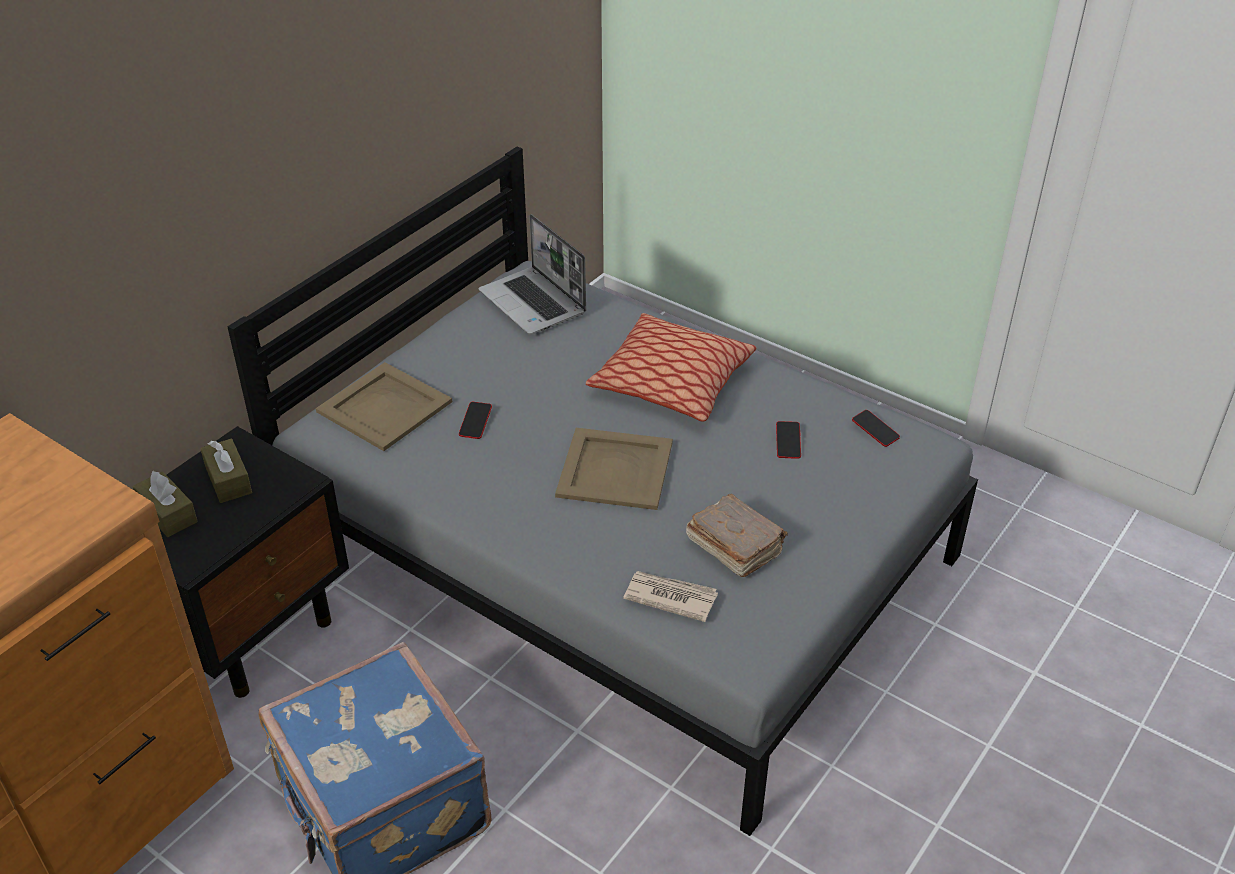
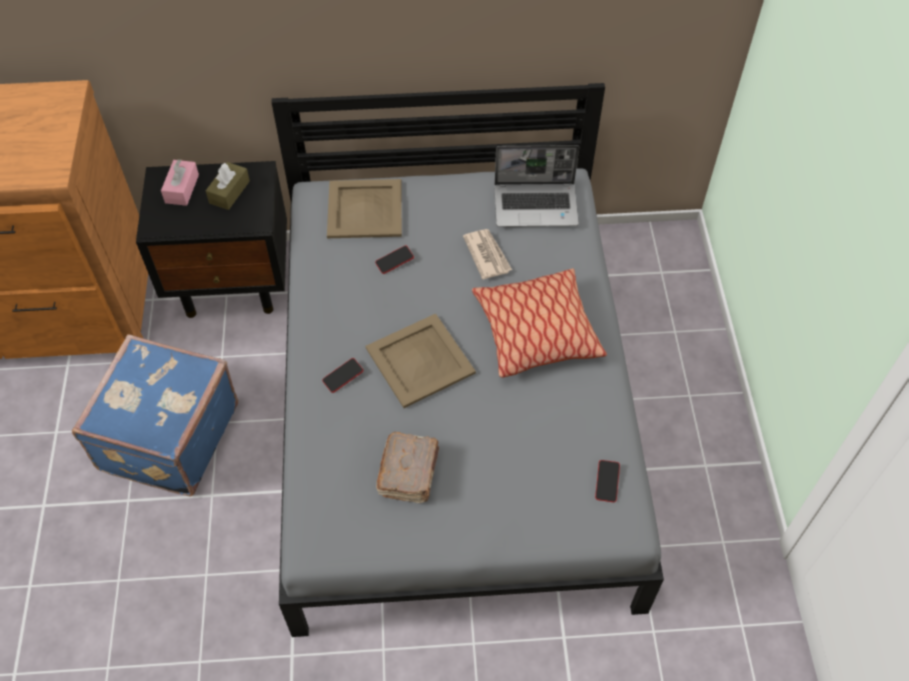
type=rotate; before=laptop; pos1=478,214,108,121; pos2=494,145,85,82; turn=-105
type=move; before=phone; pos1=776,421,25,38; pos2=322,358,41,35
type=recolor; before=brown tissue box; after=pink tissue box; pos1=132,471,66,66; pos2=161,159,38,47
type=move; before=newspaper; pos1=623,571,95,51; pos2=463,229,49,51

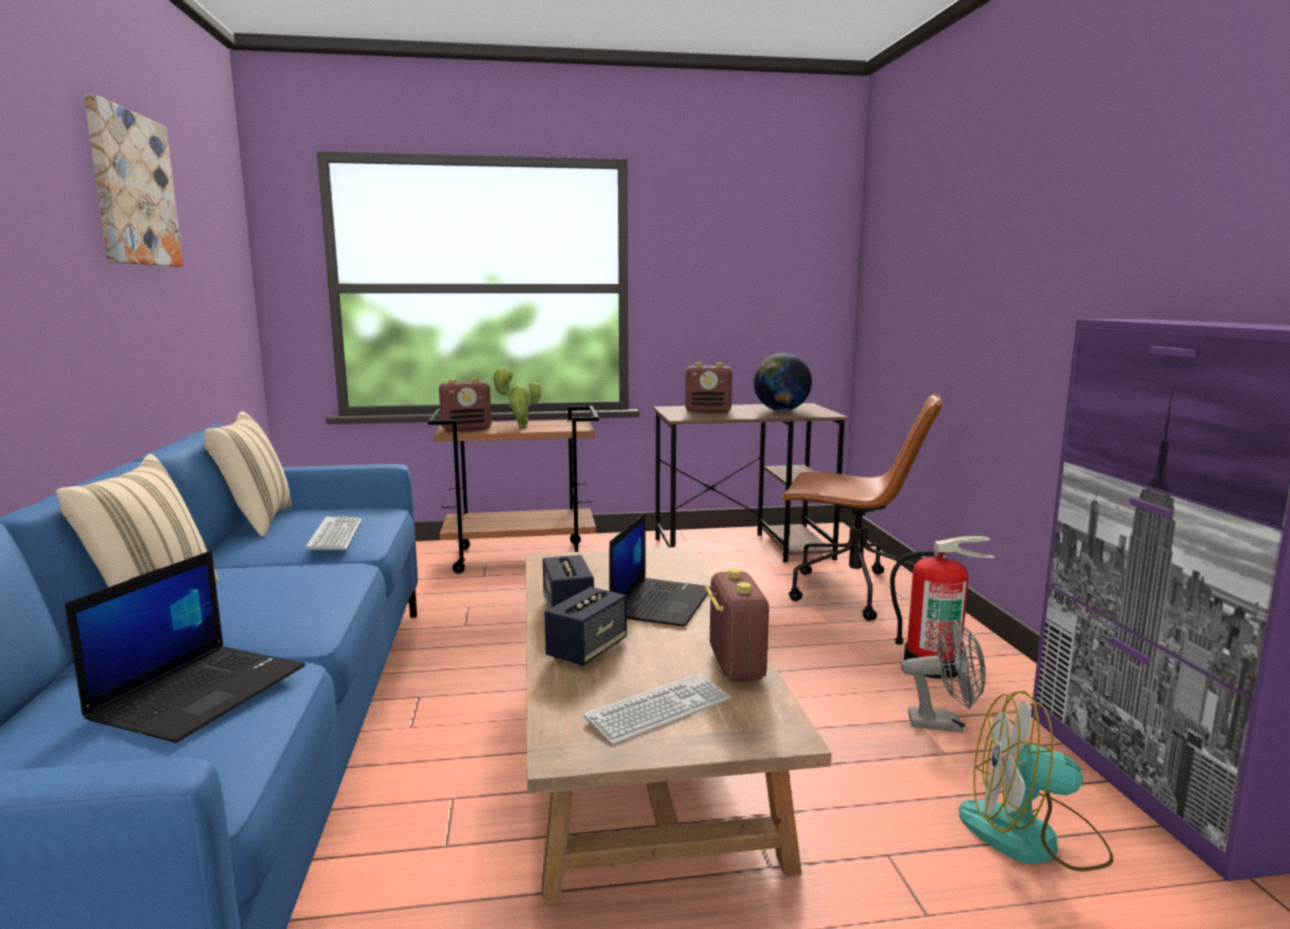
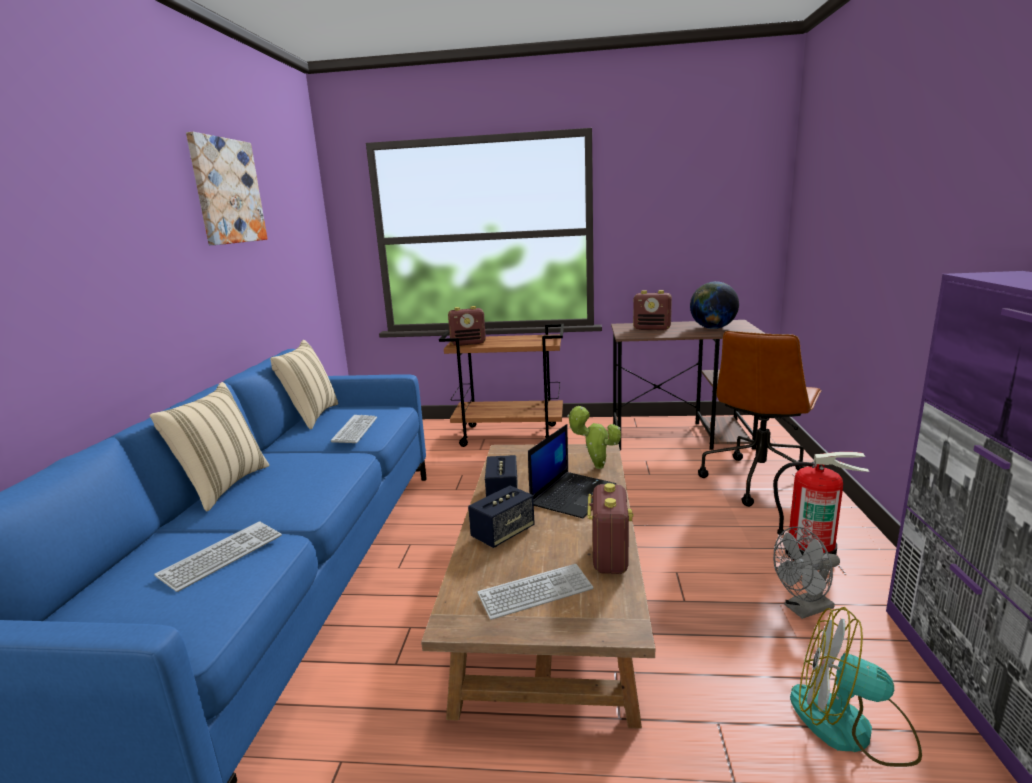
type=move; before=potted plant; pos1=492,367,49,60; pos2=567,406,54,63
type=rotate; before=brown office chair; pos1=781,394,161,227; pos2=698,331,124,176; turn=90
type=replace; before=laptop; after=keyboard; pos1=65,550,240,193; pos2=154,521,128,71
type=rotate; before=grey fan; pos1=901,620,85,113; pos2=773,527,67,92; turn=135

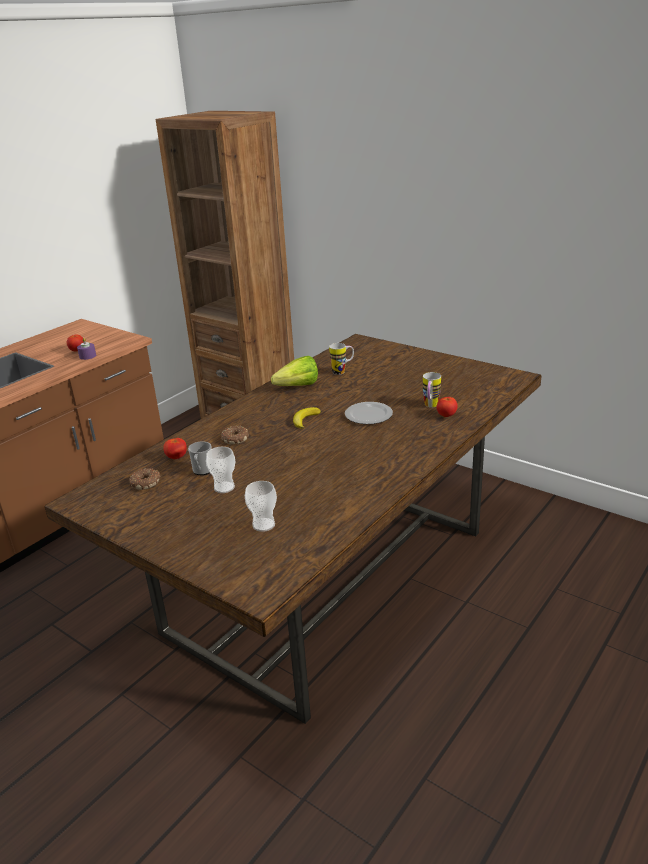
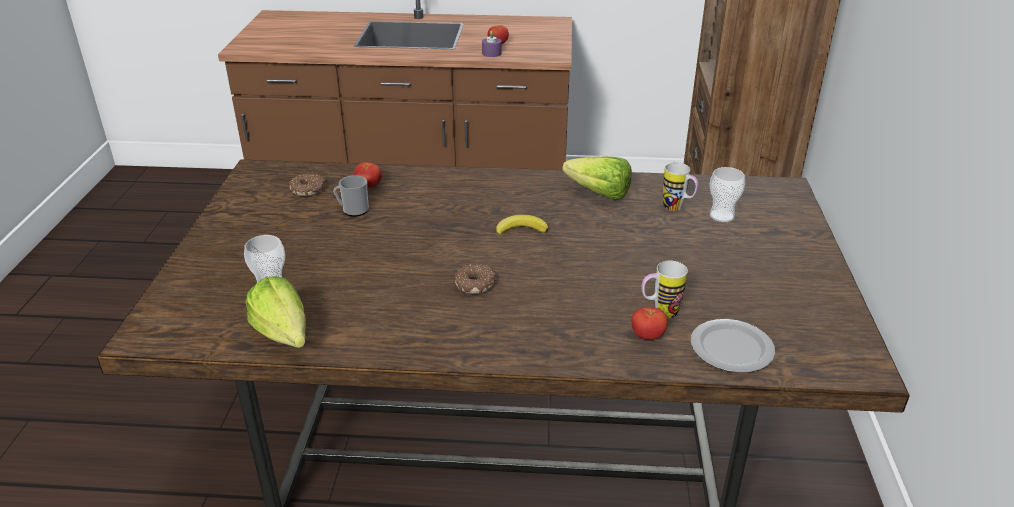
type=move; before=plate; pos1=345,402,48,22; pos2=691,319,84,54
type=move; before=donut; pos1=221,426,28,18; pos2=455,264,41,30
type=move; before=cup; pos1=206,447,29,46; pos2=709,167,36,55
type=insert; after=lettuce; pos2=245,276,61,72

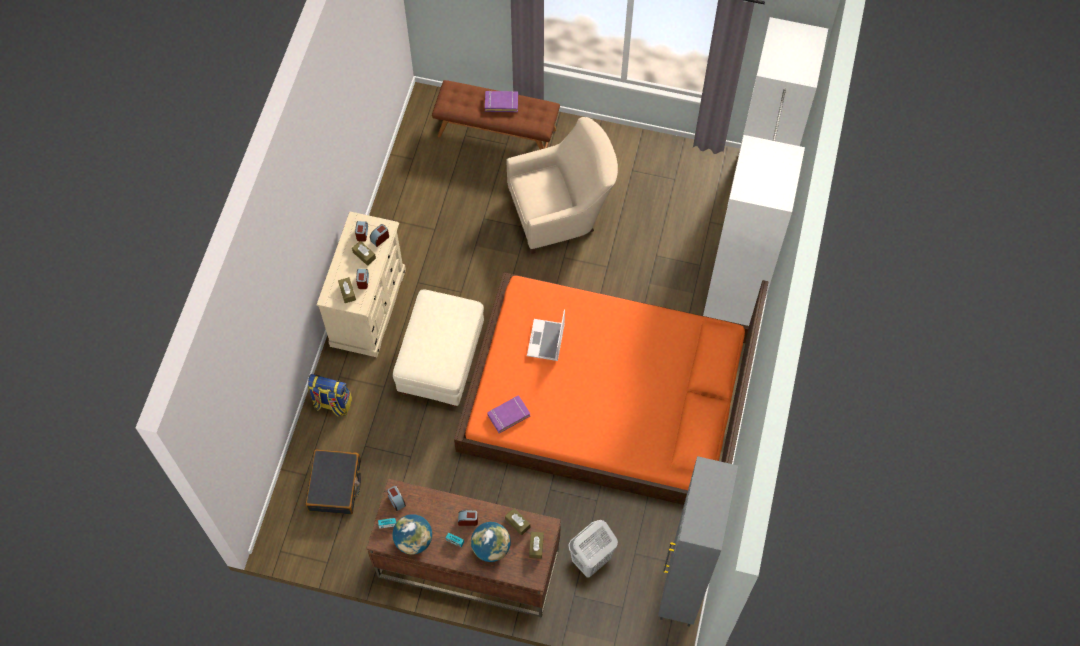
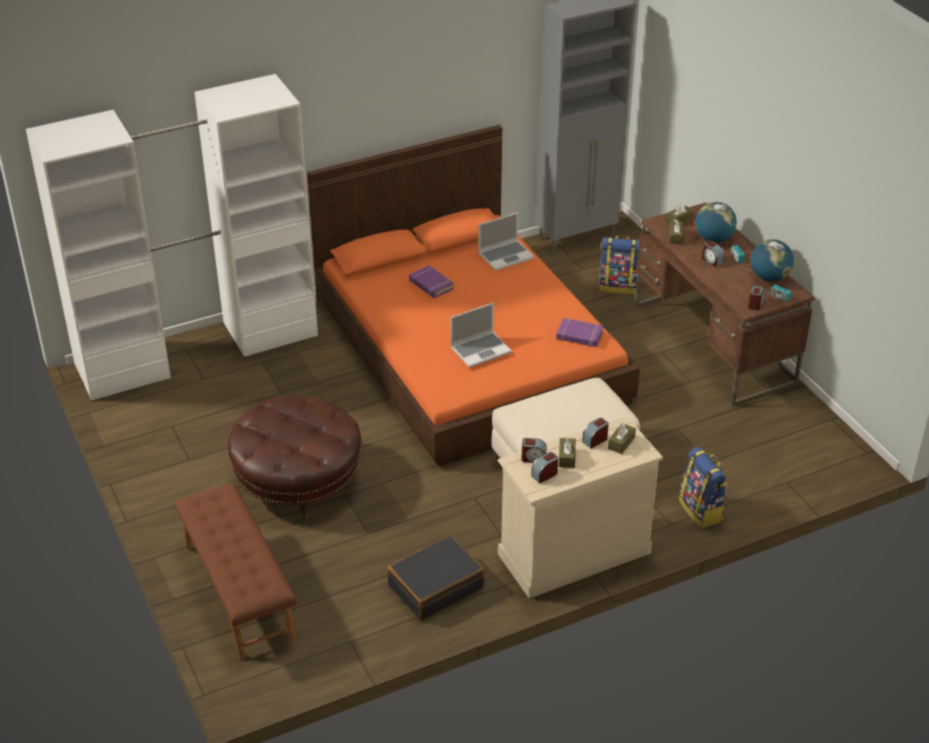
type=move; before=purple book; pos1=485,90,33,22; pos2=409,265,45,33
type=replace; before=beige armchair; after=brown ottoman; pos1=506,117,112,137; pos2=228,395,133,124
type=move; before=black suitcase; pos1=305,449,56,65; pos2=387,535,98,85
type=replace; before=white laundry basket; after=backpack; pos1=568,520,50,57; pos2=599,235,40,59
type=insert; after=laptop; pos2=478,212,56,59

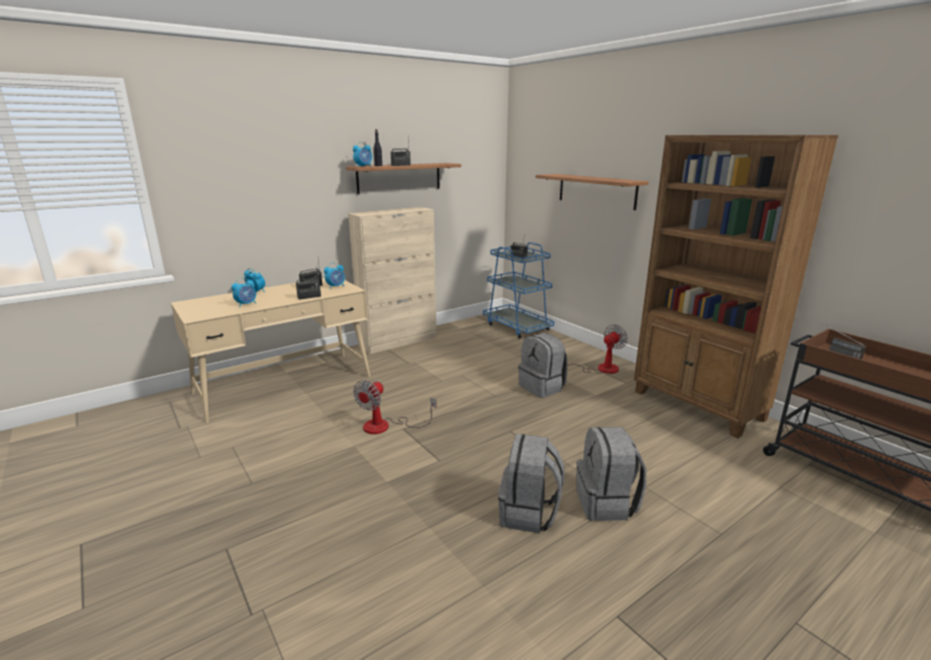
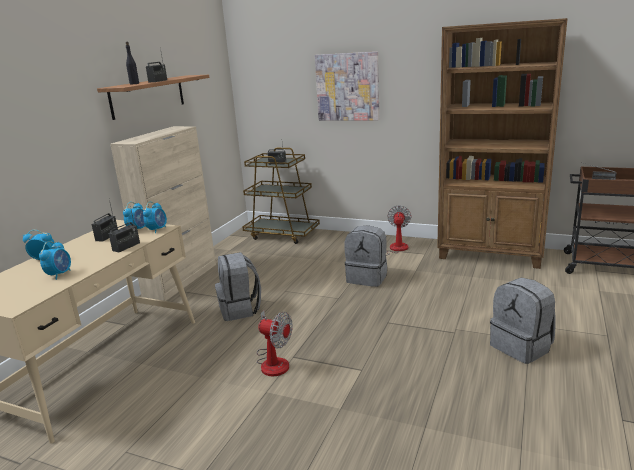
type=move; before=alarm clock; pos1=353,142,19,24; pos2=143,202,24,31
type=replace; before=shelf; after=picture; pos1=536,174,113,36; pos2=315,51,64,69
type=recolor; before=blue cart; after=brown cart; pos1=483,242,71,97; pos2=242,148,78,96
type=rotate; before=fan; pos1=353,380,84,54; pos2=257,311,36,66; turn=-60
type=move; before=grey backpack; pos1=498,434,66,99; pos2=215,252,46,69

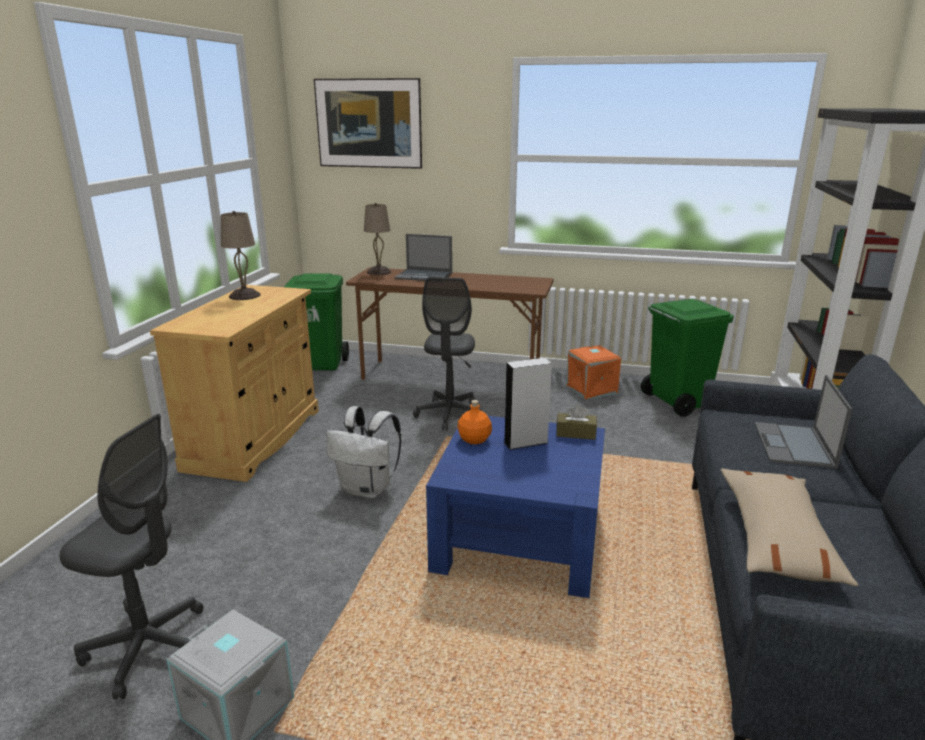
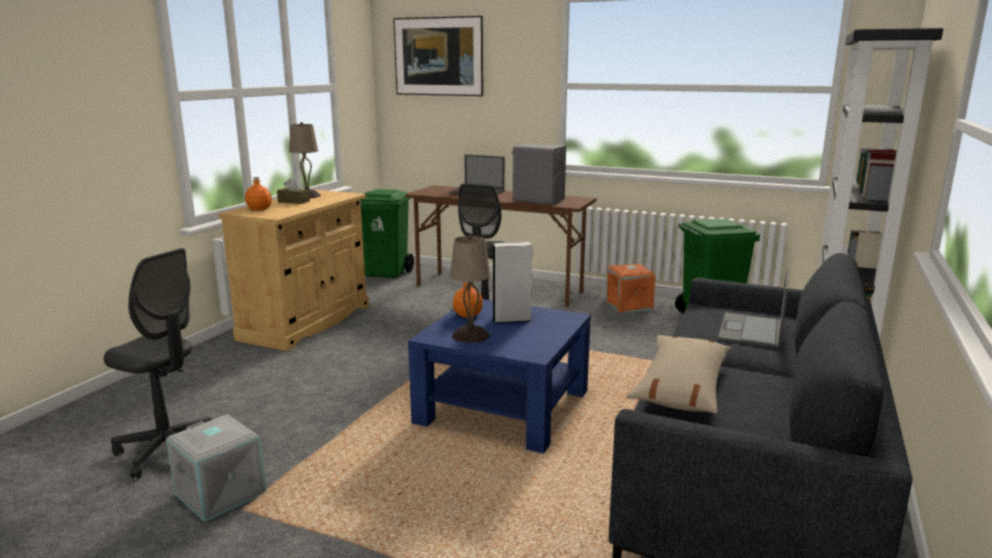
type=move; before=beige table lamp; pos1=364,203,27,72; pos2=450,236,40,107
type=move; before=brown tissue box; pos1=556,404,41,36; pos2=277,178,33,26
type=delete; before=white backpack; pos1=326,406,75,92
type=insert; after=grey speaker; pos2=512,144,54,61
type=insert; after=orange bottle; pos2=245,177,27,34

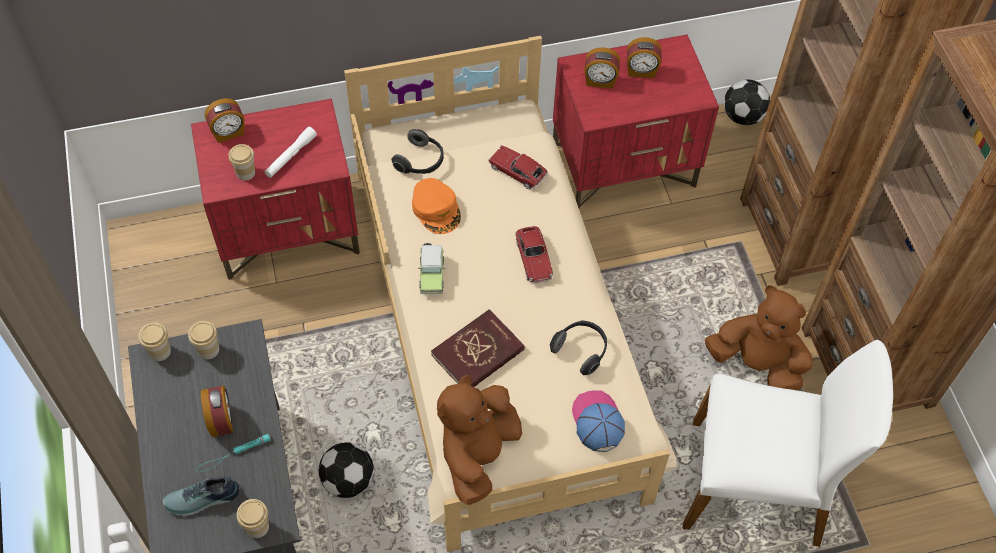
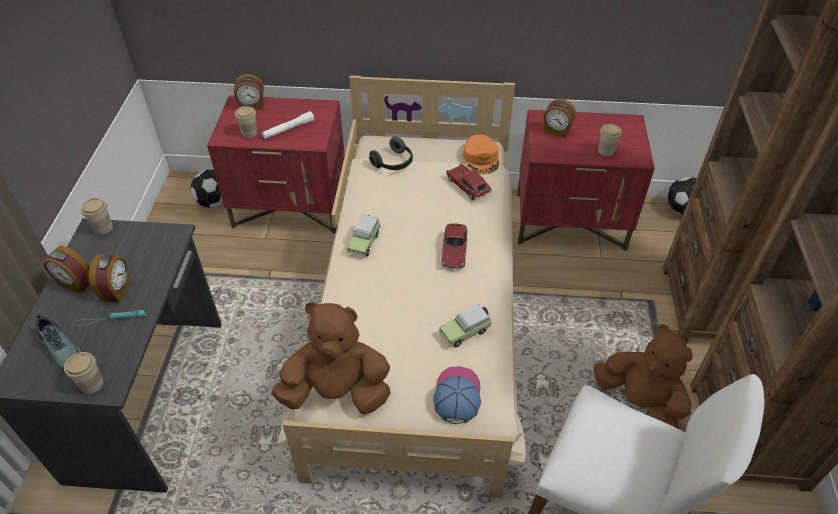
type=move; before=alarm clock; pos1=627,37,34,41; pos2=43,246,47,47
type=move; before=orange cap; pos1=412,178,49,56; pos2=463,134,36,41
type=delete; before=red book; pos1=431,309,94,78
type=move; before=cup; pos1=188,321,31,38; pos2=598,124,24,32
type=replace; before=headphones; after=toy car; pos1=550,321,57,54; pos2=439,304,53,43
type=rotate; before=brown plush toy; pos1=437,375,85,130; pos2=271,302,120,112; turn=45
type=move; before=football; pos1=319,442,55,56; pos2=191,170,32,38
type=rotate; before=shoe; pos1=163,477,76,39; pos2=36,314,45,58; turn=-135

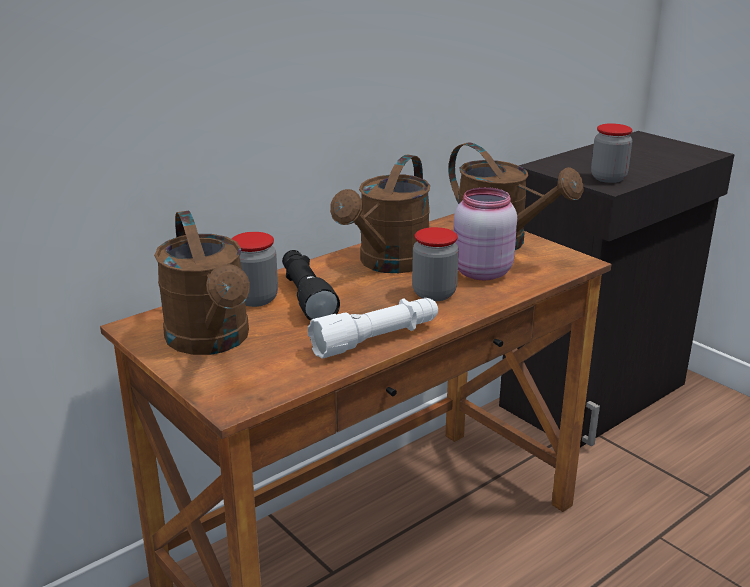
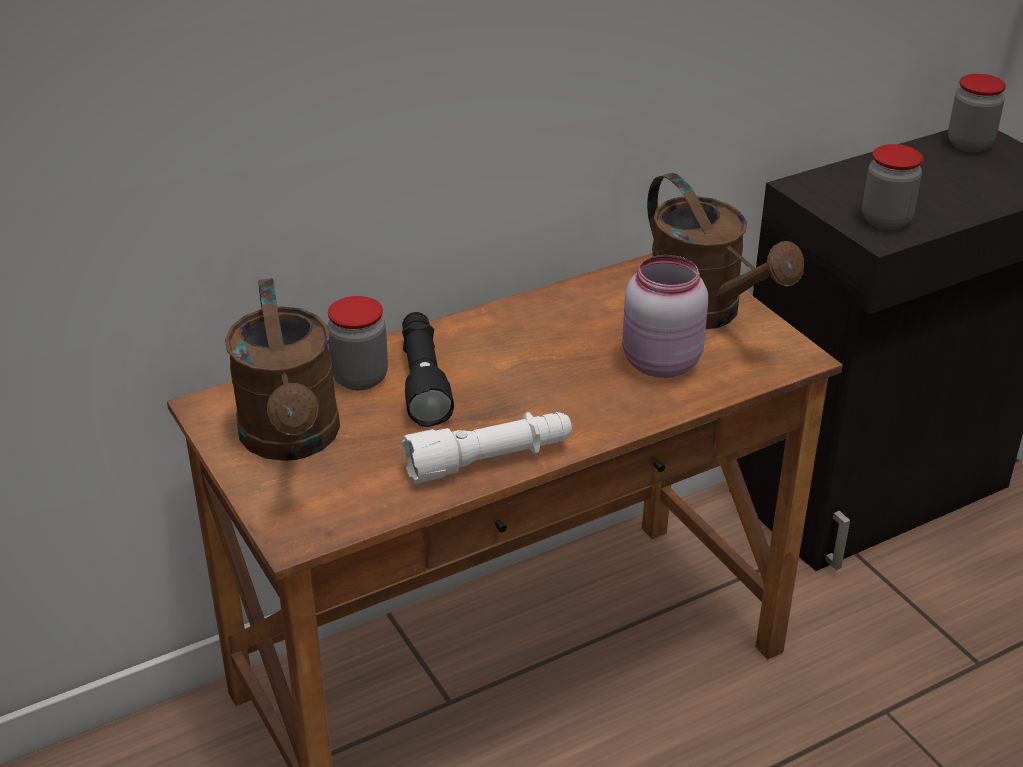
type=delete; before=brown watering can; pos1=330,154,100,119
type=move; before=jar; pos1=412,227,47,74; pos2=948,74,58,78

